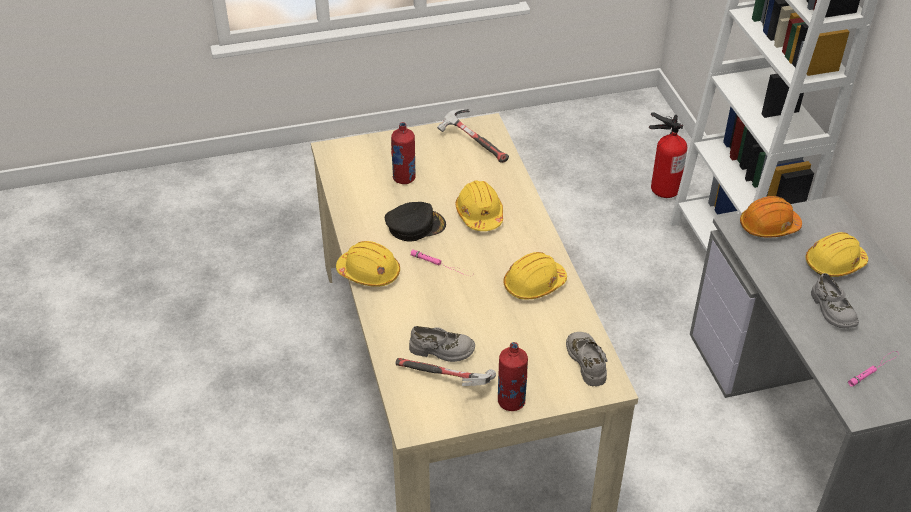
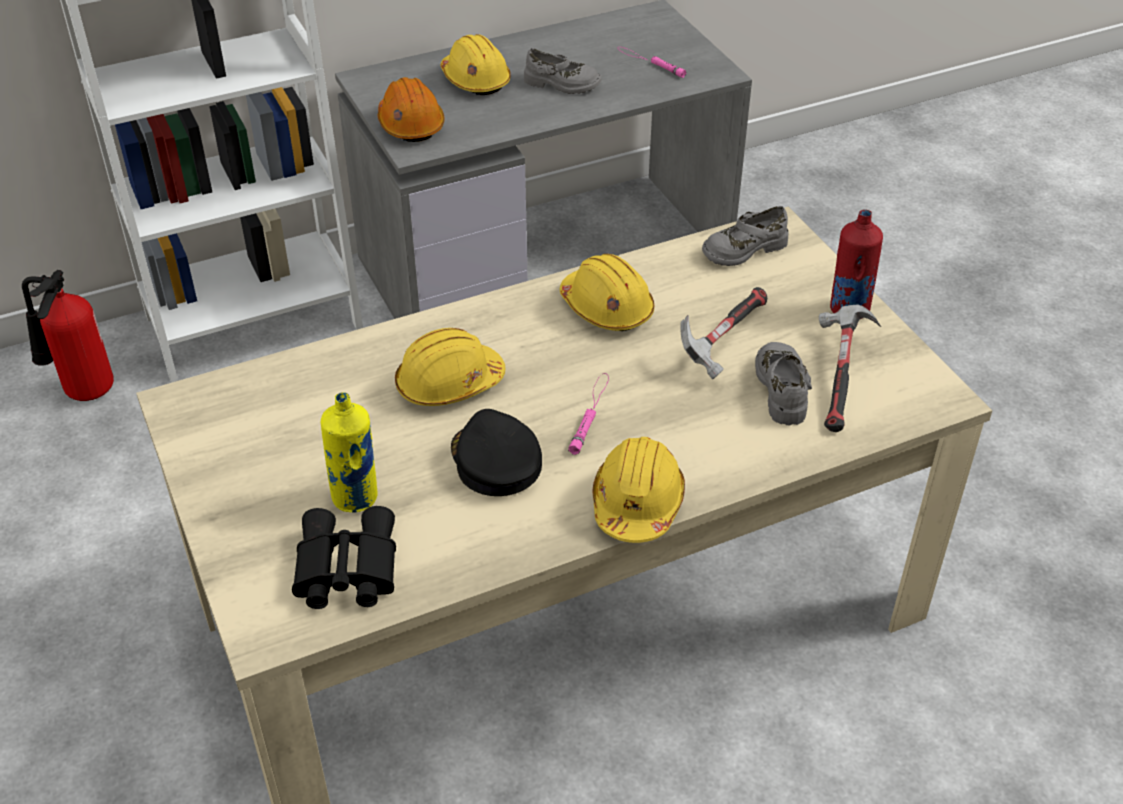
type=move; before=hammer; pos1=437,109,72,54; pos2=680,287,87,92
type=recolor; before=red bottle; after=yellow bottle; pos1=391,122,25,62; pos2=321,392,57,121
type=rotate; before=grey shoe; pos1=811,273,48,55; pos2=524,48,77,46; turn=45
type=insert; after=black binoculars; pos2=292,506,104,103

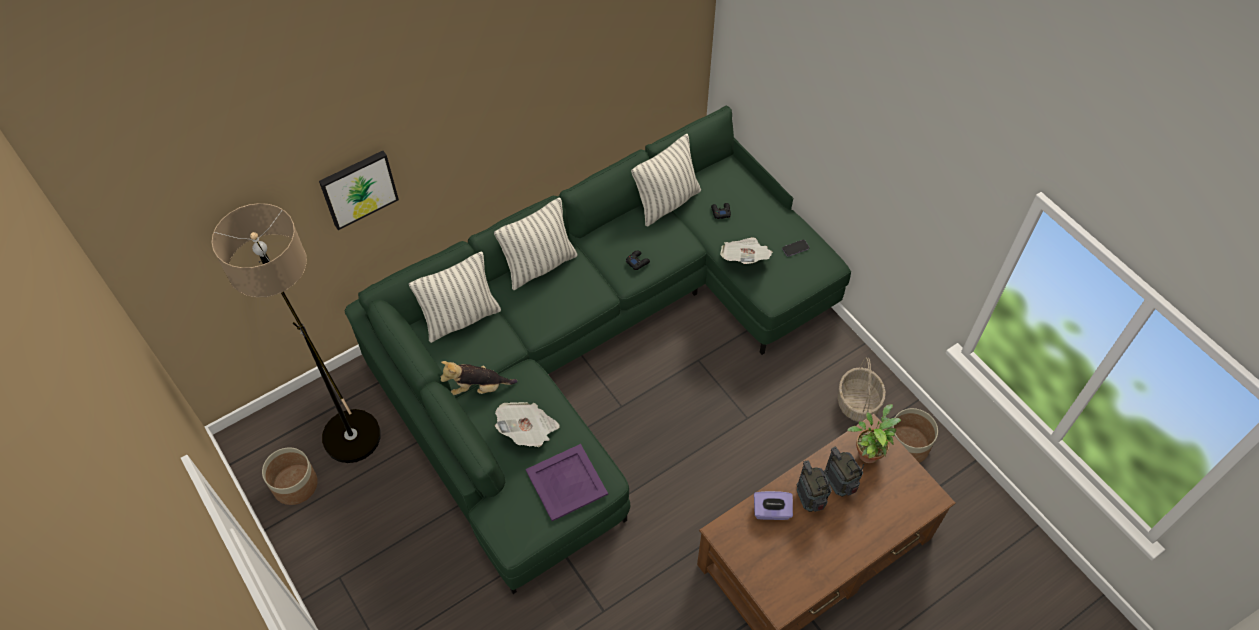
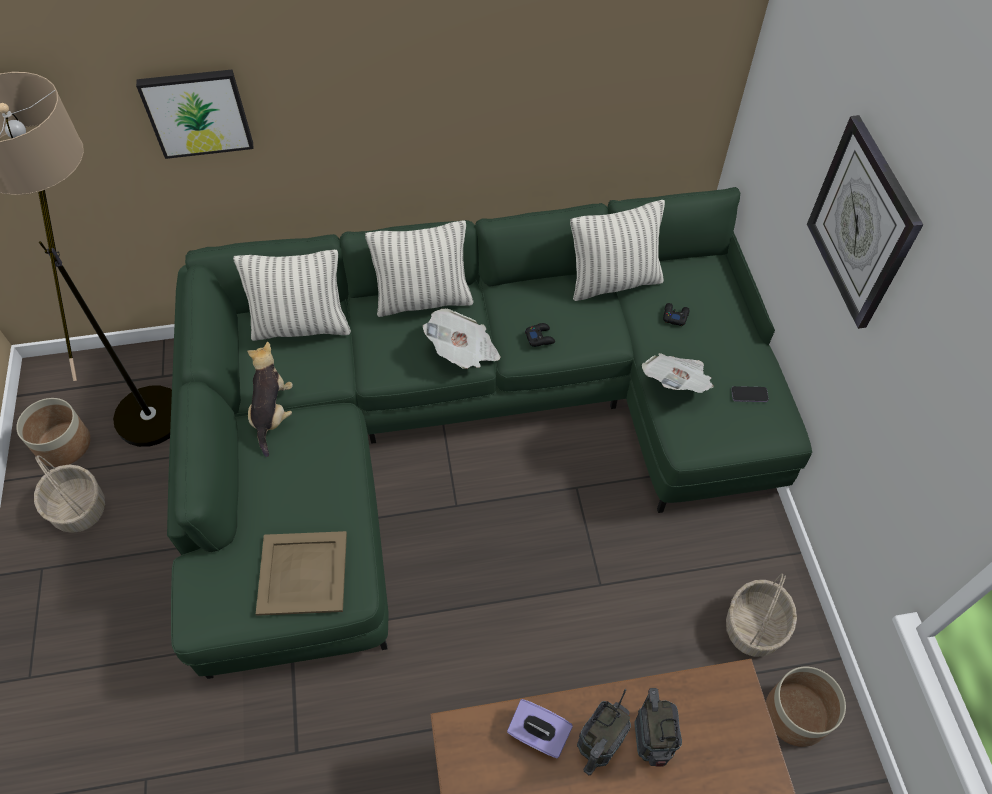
type=rotate; before=plush toy; pos1=441,361,76,34; pos2=247,342,46,115; turn=75
type=move; before=newspaper; pos1=495,402,65,45; pos2=423,308,78,61
type=delete; before=potted plant; pos1=847,404,54,59
type=recolor; before=purple tray; after=beige tray; pos1=526,444,82,77; pos2=256,531,91,85
type=rotate; before=radio; pos1=797,460,35,52; pos2=577,689,54,86; turn=-150
type=insert; after=wall clock; pos2=807,115,116,214
type=insert; after=basket; pos2=34,455,71,78

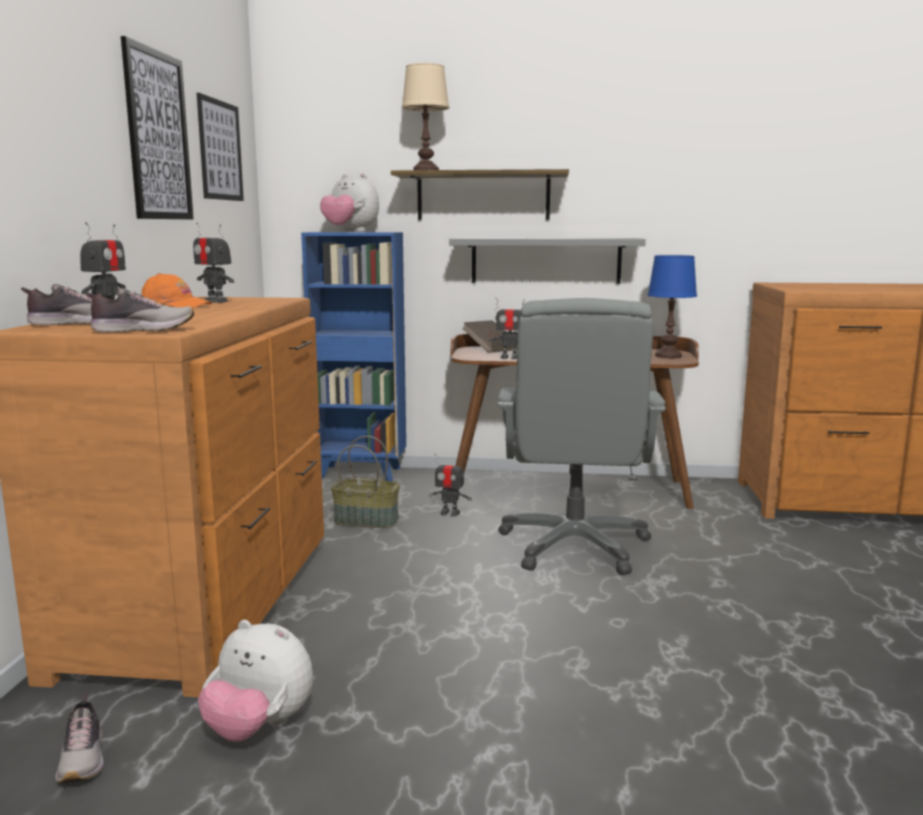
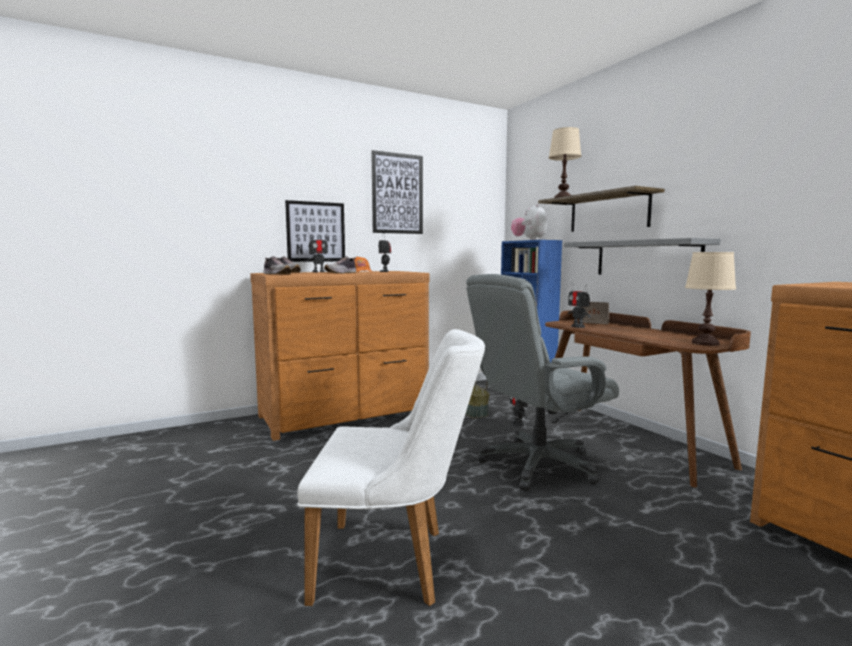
type=move; before=picture; pos1=197,93,47,108; pos2=285,200,60,62
type=recolor; before=blue table lamp; after=beige table lamp; pos1=647,255,50,103; pos2=685,252,51,94
type=delete; before=plush toy; pos1=198,620,115,122
type=move; before=shoe; pos1=55,693,49,90; pos2=324,256,32,17
type=insert; after=white chair; pos2=297,329,188,277

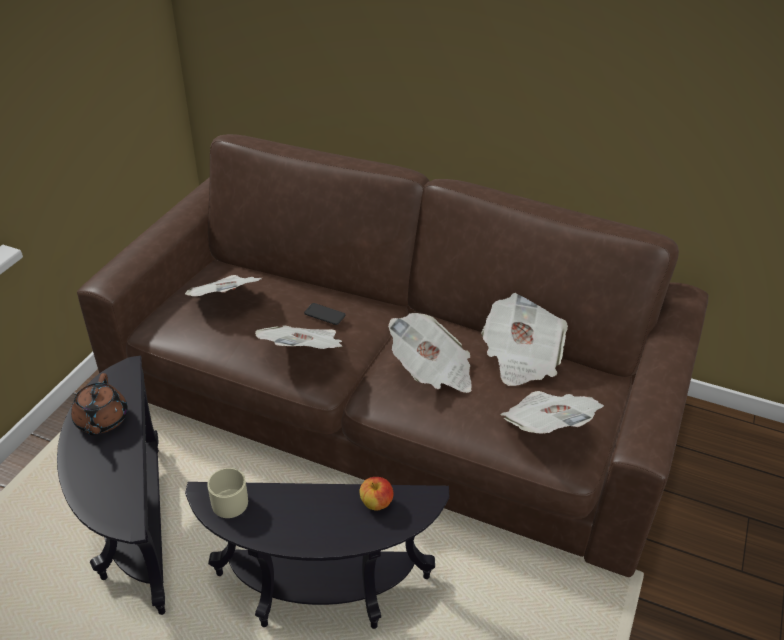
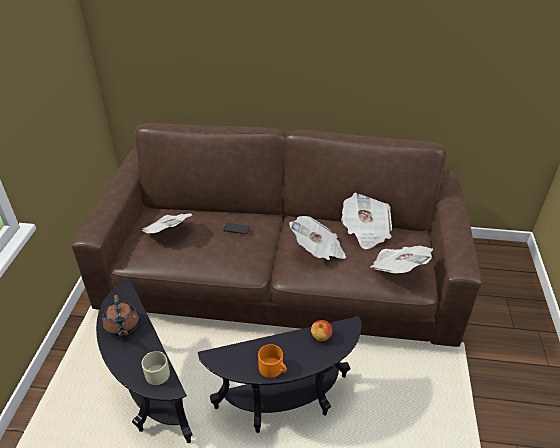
type=delete; before=newspaper; pos1=255,325,87,24
type=move; before=beige mug; pos1=207,468,41,50; pos2=142,351,28,34
type=insert; after=orange mug; pos2=258,344,29,34

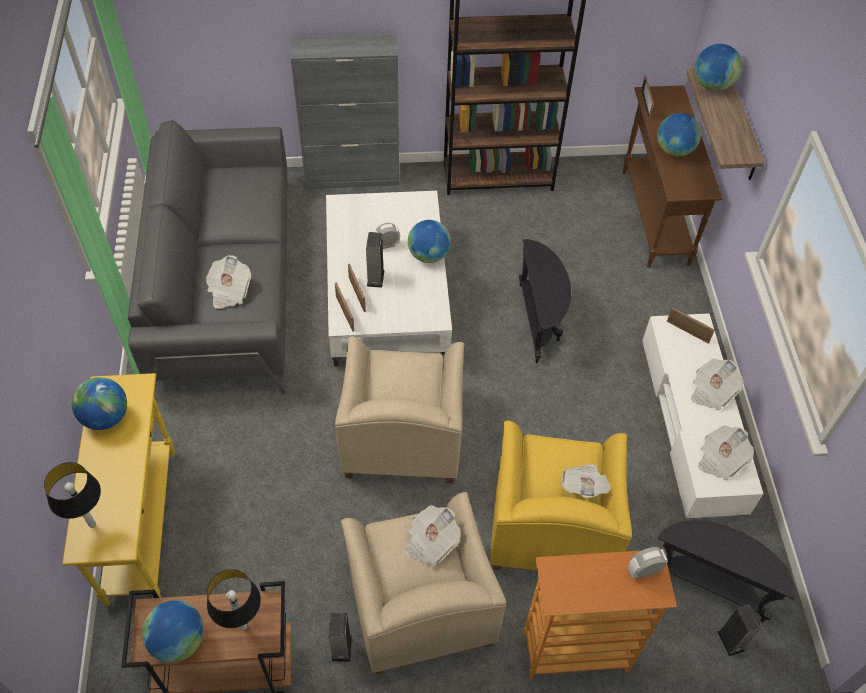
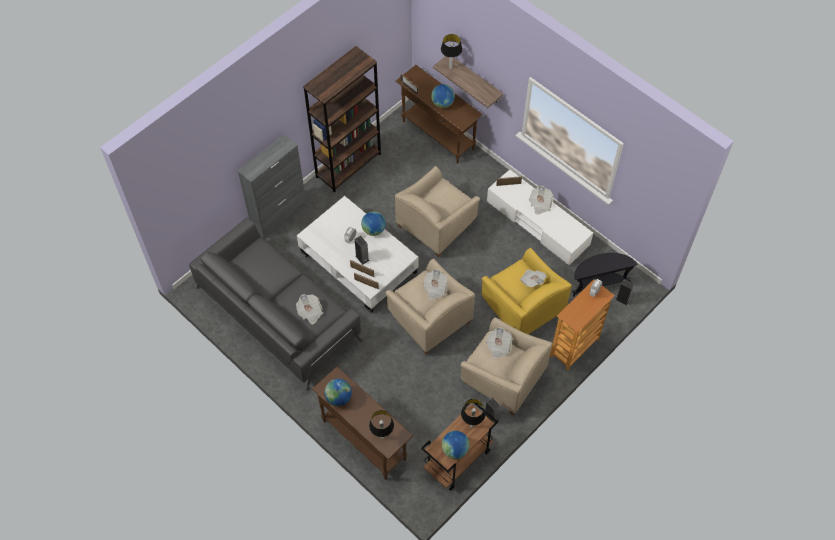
type=replace; before=globe; after=table lamp; pos1=695,44,47,47; pos2=441,34,21,35
type=replace; before=black side table; after=beige armchair; pos1=519,239,52,124; pos2=395,166,85,91
type=recolor; before=yellow console table; after=brown console table; pos1=62,373,113,233; pos2=312,367,101,113
type=move; before=newspaper; pos1=698,425,56,56; pos2=423,269,25,31

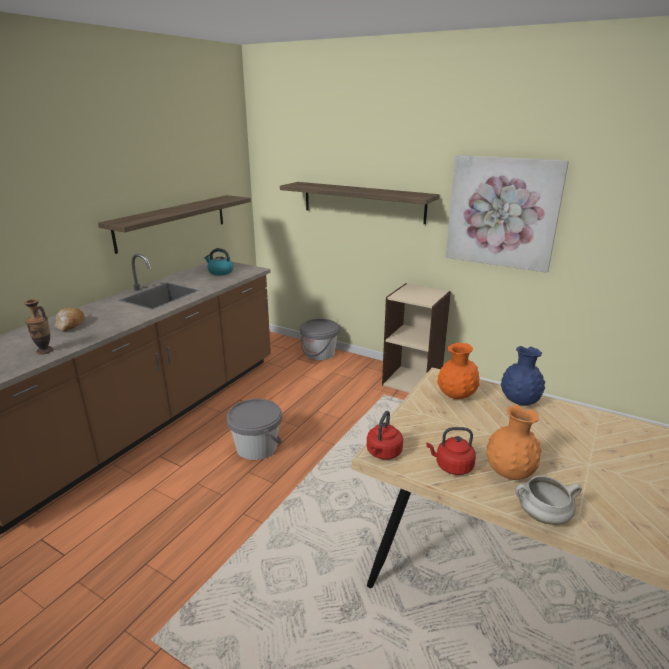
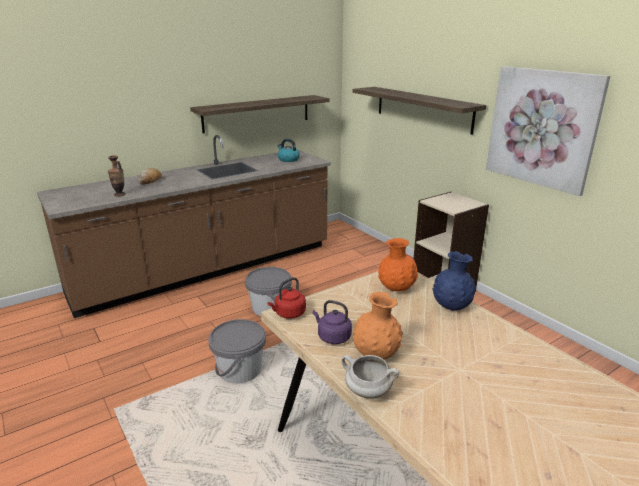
type=move; before=grey bucket; pos1=300,319,39,41; pos2=208,319,58,65
type=recolor; before=red kettle; after=purple kettle; pos1=426,427,50,48; pos2=312,300,40,44

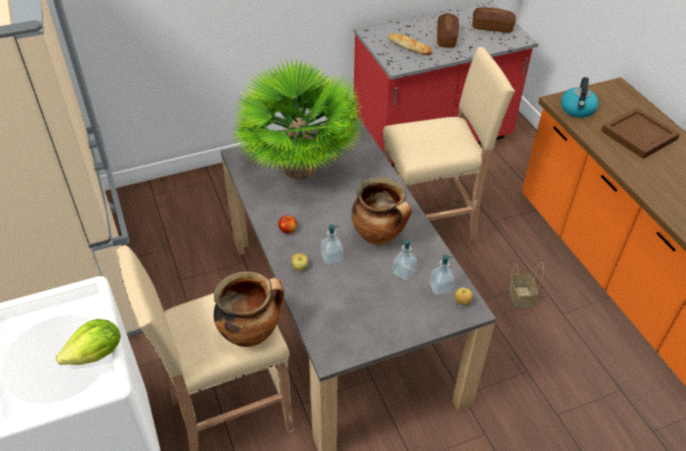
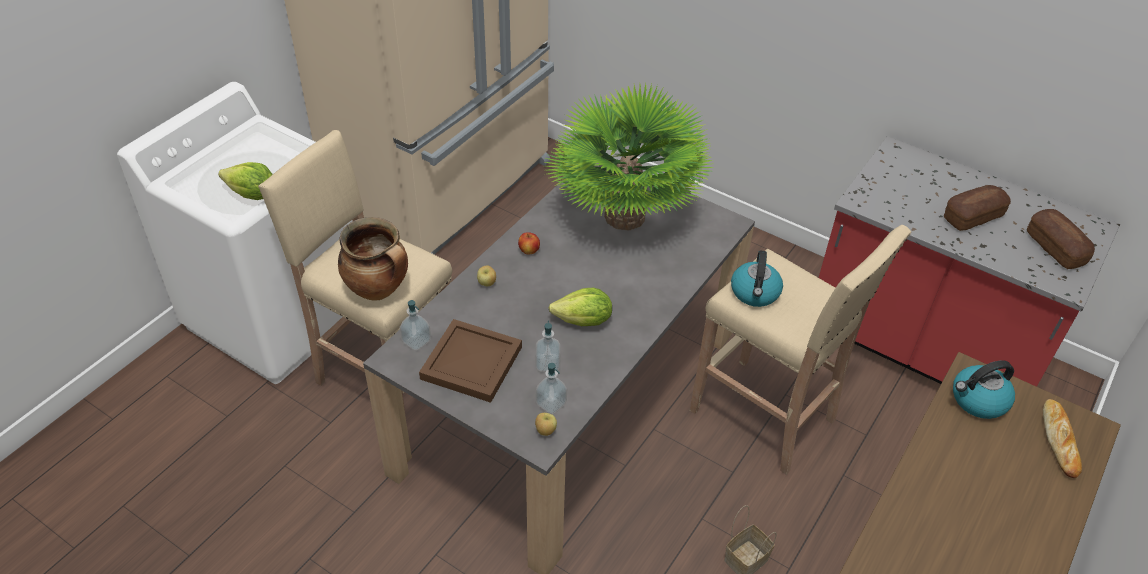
type=move; before=bread; pos1=389,34,43,21; pos2=1043,399,39,79
type=move; before=brown tray; pos1=601,108,79,51; pos2=419,319,103,84
type=replace; before=cooking pot; after=lettuce; pos1=351,177,60,68; pos2=549,288,63,38
type=move; before=soap dispenser; pos1=321,224,22,40; pos2=400,300,31,51
type=insert; after=kettle; pos2=731,250,52,57

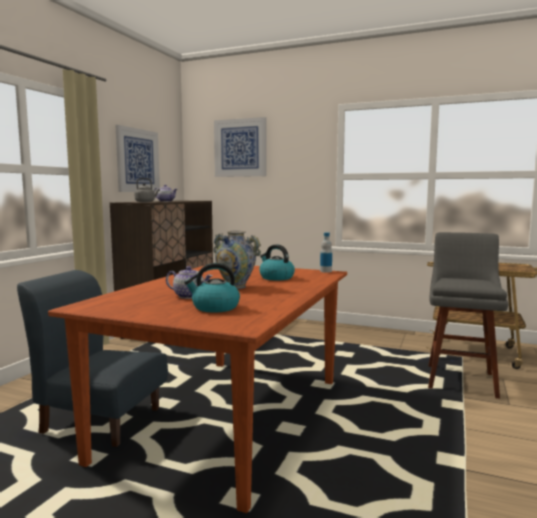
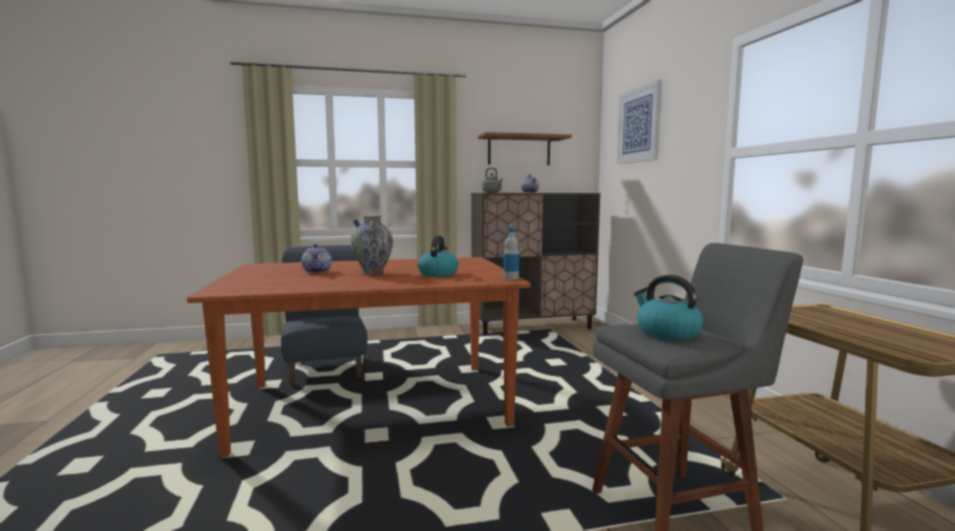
type=replace; before=picture; after=brown shelf; pos1=115,125,45,67; pos2=478,132,94,33
type=move; before=kettle; pos1=184,263,56,50; pos2=634,275,69,65

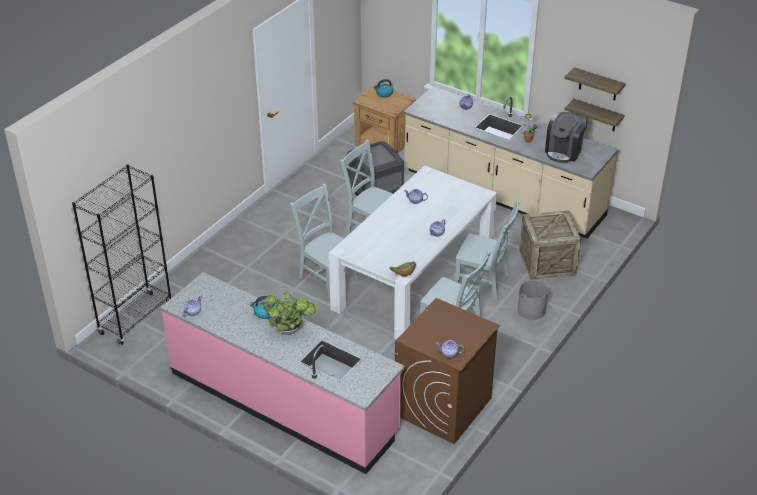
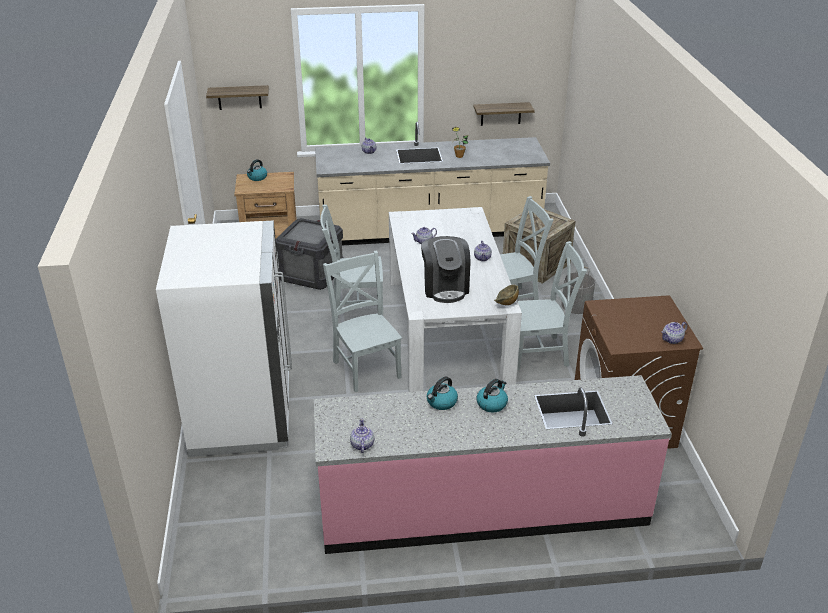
type=move; before=shelf; pos1=564,67,62,34; pos2=206,85,63,25
type=move; before=coffee machine; pos1=545,112,43,51; pos2=421,236,49,67
type=delete; before=black bookcase; pos1=72,164,99,181
type=rotate; before=grey chair; pos1=290,183,69,115; pos2=323,251,79,141; turn=60
type=replace; before=potted plant; after=kettle; pos1=263,292,53,43; pos2=477,379,31,33
type=insert; after=white fridge; pos2=156,221,136,236

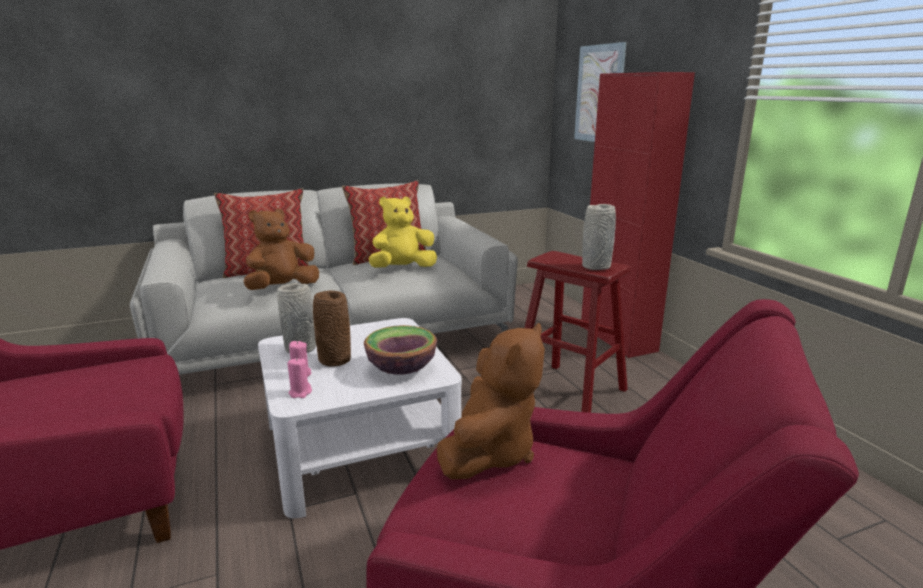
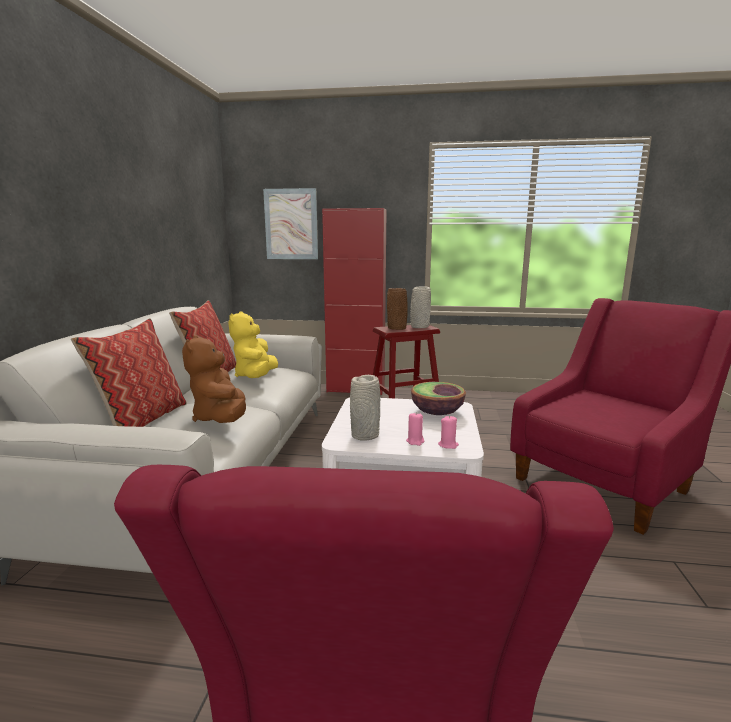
type=move; before=brown vase; pos1=313,291,38,76; pos2=387,288,21,42
type=delete; before=brown plush toy; pos1=437,323,108,156

